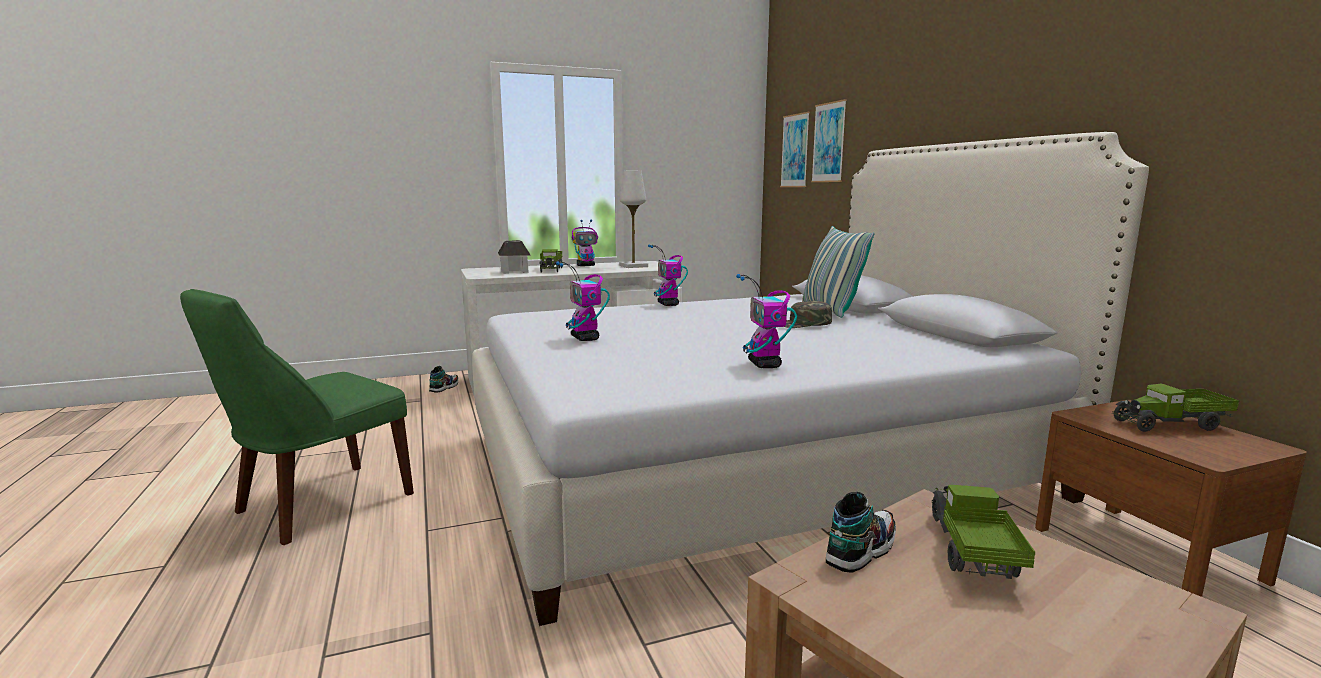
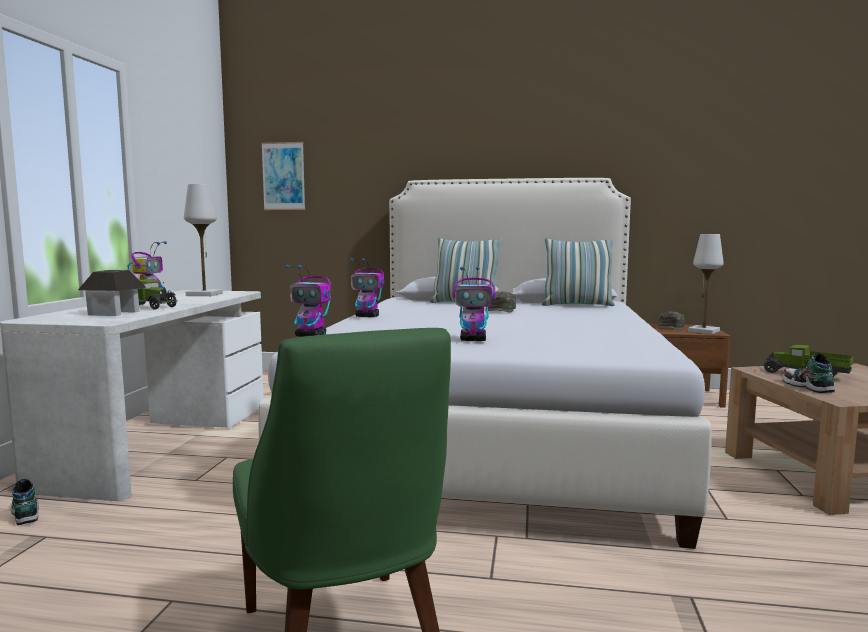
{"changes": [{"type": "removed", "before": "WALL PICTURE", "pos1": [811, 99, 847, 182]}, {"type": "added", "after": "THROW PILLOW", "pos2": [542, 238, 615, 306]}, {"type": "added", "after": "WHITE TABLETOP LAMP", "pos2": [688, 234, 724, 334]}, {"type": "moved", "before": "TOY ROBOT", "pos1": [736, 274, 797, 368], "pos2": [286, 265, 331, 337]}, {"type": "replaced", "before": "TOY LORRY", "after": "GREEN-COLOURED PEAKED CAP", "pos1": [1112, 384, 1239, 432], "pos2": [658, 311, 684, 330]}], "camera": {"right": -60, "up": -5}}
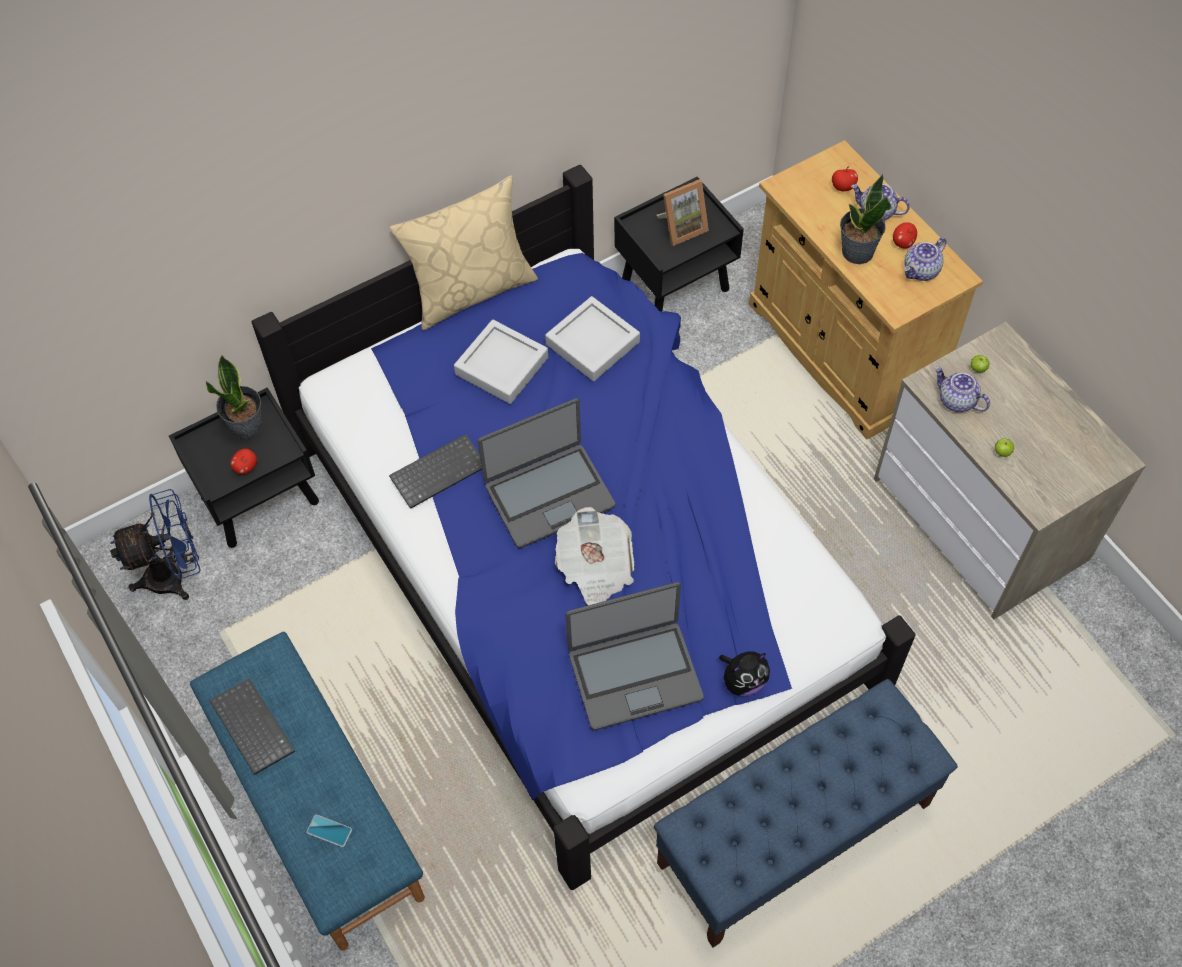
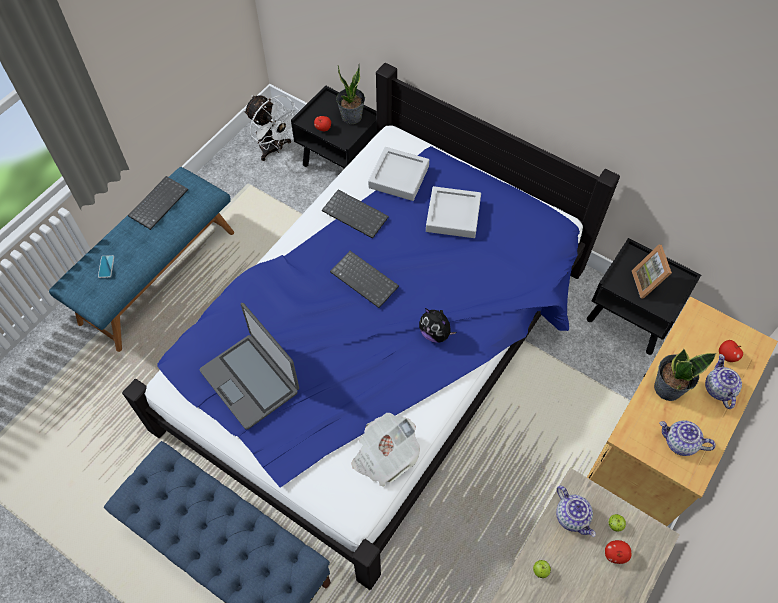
{"changes": [{"type": "removed", "before": "BEIGE THROW PILLOW", "pos1": [390, 176, 538, 330]}, {"type": "moved", "before": "GREYISH TRAY", "pos1": [545, 296, 640, 381], "pos2": [368, 147, 429, 201]}, {"type": "moved", "before": "NEWSPAPER", "pos1": [555, 507, 634, 605], "pos2": [351, 413, 420, 487]}, {"type": "moved", "before": "PLUSH TOY", "pos1": [719, 651, 770, 696], "pos2": [419, 308, 456, 343]}, {"type": "moved", "before": "APPLE", "pos1": [893, 223, 917, 249], "pos2": [605, 540, 631, 564]}, {"type": "replaced", "before": "LAPTOP", "after": "COMPUTER KEYBOARD", "pos1": [478, 398, 615, 548], "pos2": [330, 251, 399, 308]}, {"type": "recoloured", "before": "BLUE-COLOURED FAN", "after": "WHITE FAN", "pos1": [110, 489, 200, 600], "pos2": [244, 95, 300, 161]}, {"type": "turned", "before": "STANDING FRAME", "pos1": [657, 179, 709, 246], "pos2": [632, 245, 672, 299], "turn": 45}, {"type": "turned", "before": "TEA POT", "pos1": [934, 367, 990, 412], "pos2": [556, 486, 596, 537], "turn": 135}], "camera": {"right": 65, "up": 0}}
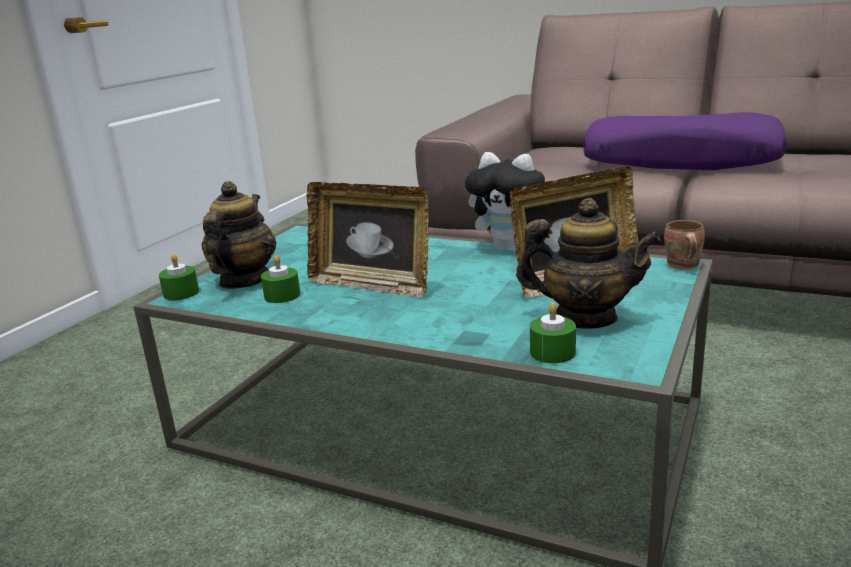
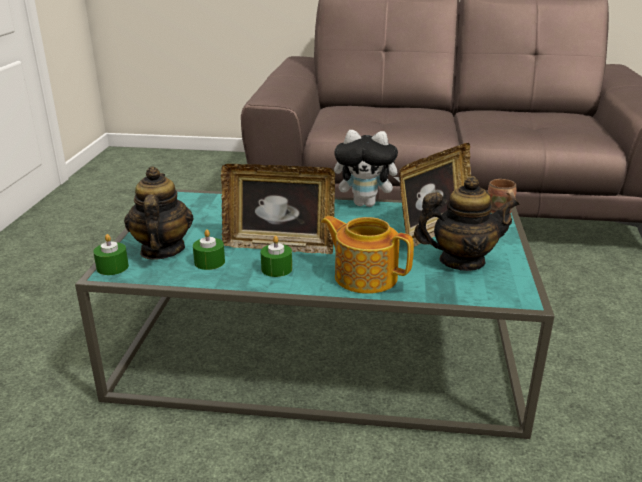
{"changes": [{"type": "removed", "before": "PURPLE THROW PILLOW", "pos1": [583, 112, 787, 170]}, {"type": "added", "after": "TEA POT", "pos2": [321, 216, 414, 294]}, {"type": "moved", "before": "GREEN-COLOURED WAX CANDLE", "pos1": [530, 303, 576, 363], "pos2": [261, 236, 292, 277]}], "camera": {"right": -20, "up": 5}}
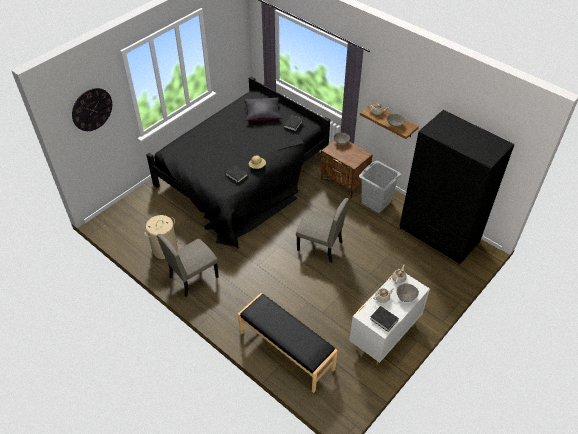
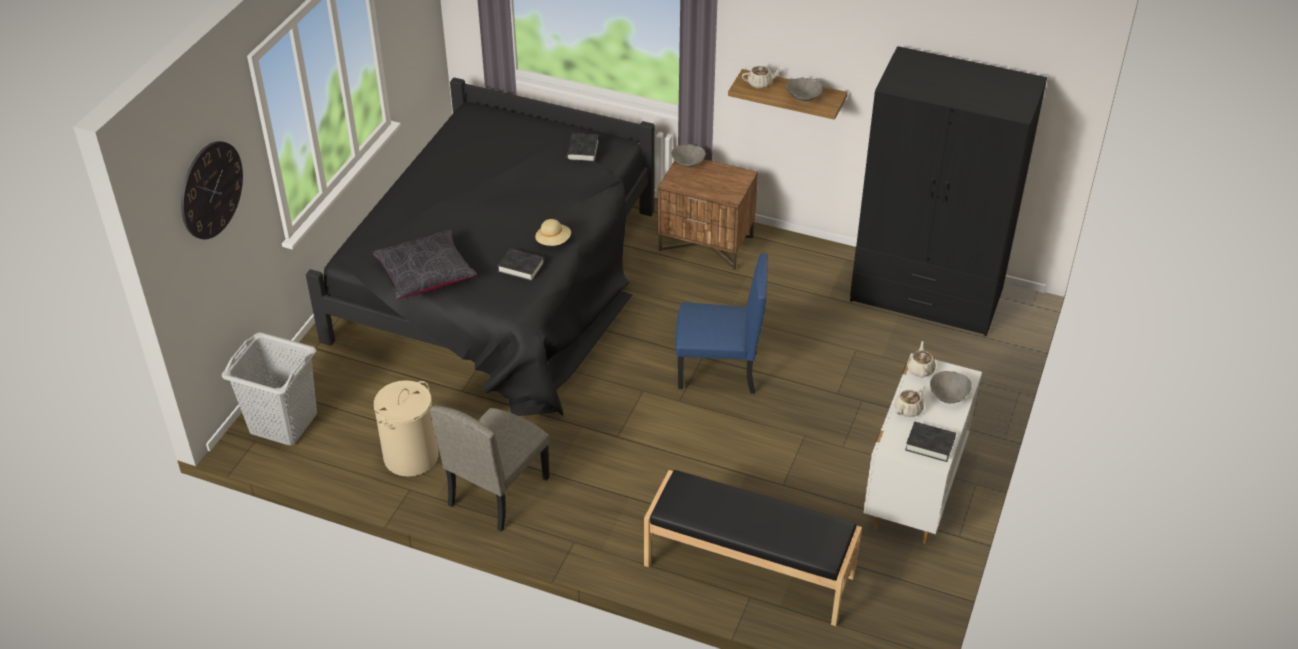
{"changes": [{"type": "moved", "before": "BLACK THROW PILLOW", "pos1": [244, 97, 282, 121], "pos2": [373, 229, 477, 299]}, {"type": "moved", "before": "GREYISH HAMPER", "pos1": [359, 161, 401, 213], "pos2": [222, 332, 317, 445]}, {"type": "recoloured", "before": "BEIGE PLAIN CHAIR", "after": "BLUE-COLOURED PLAIN CHAIR", "pos1": [296, 198, 349, 263], "pos2": [676, 253, 768, 394]}], "camera": {"right": -20, "up": -5}}
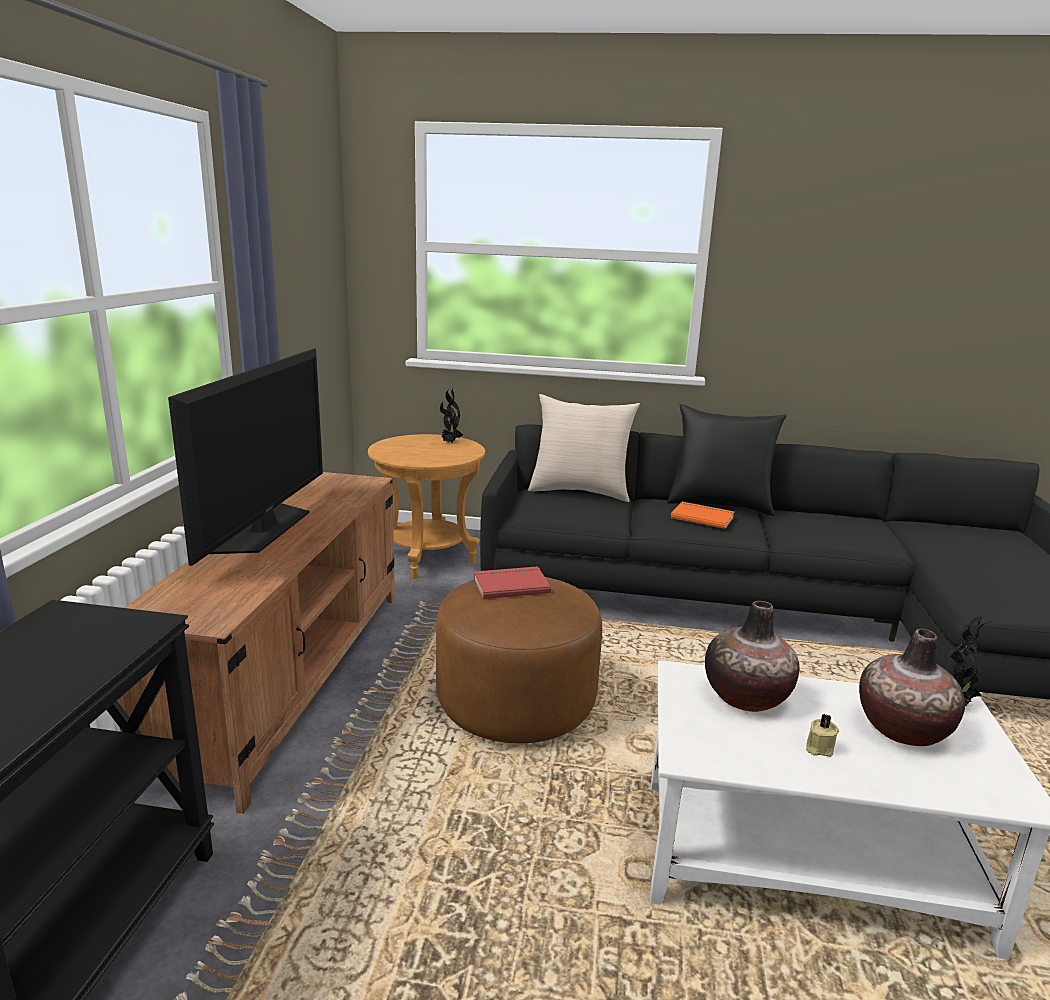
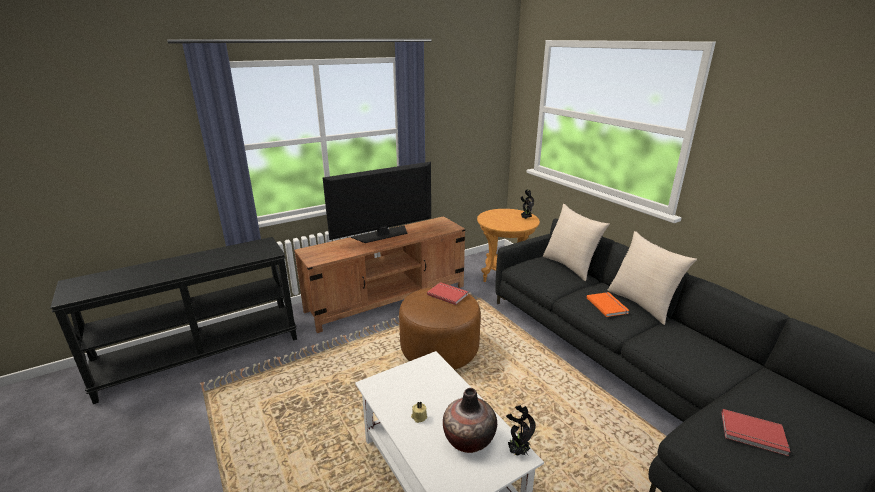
{"changes": [{"type": "removed", "before": "DECORATIVE VASE", "pos1": [705, 601, 800, 712]}, {"type": "added", "after": "REDDISH BOOK", "pos2": [721, 409, 790, 456]}, {"type": "recoloured", "before": "BLACK THROW PILLOW", "after": "BEIGE THROW PILLOW", "pos1": [667, 404, 787, 516], "pos2": [608, 231, 697, 325]}], "camera": {"right": 50, "up": 5}}
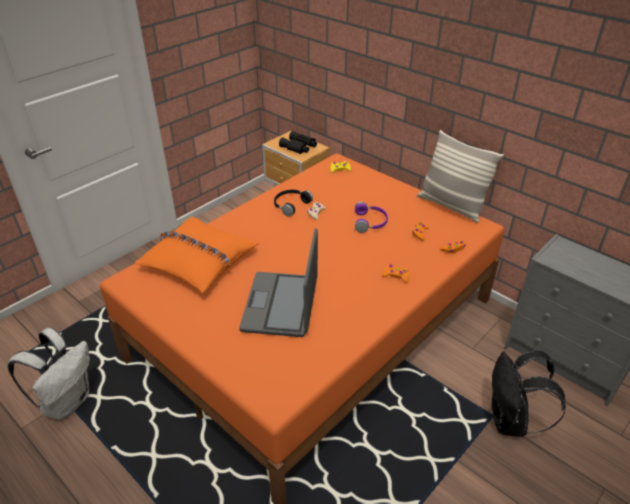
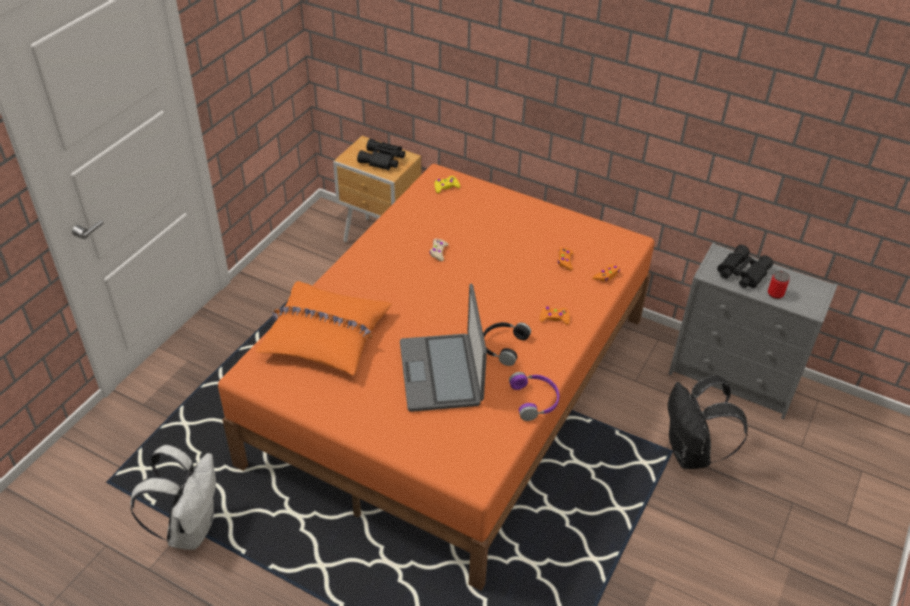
{"changes": [{"type": "removed", "before": "THROW PILLOW", "pos1": [417, 130, 504, 223]}, {"type": "added", "after": "BLACK PAIR OF BINOCULARS", "pos2": [717, 245, 773, 288]}, {"type": "added", "after": "CAN", "pos2": [768, 271, 790, 299]}, {"type": "moved", "before": "BLACK HEADSET", "pos1": [274, 190, 313, 217], "pos2": [483, 322, 531, 366]}, {"type": "moved", "before": "PURPLE HEADSET", "pos1": [355, 202, 388, 233], "pos2": [509, 372, 559, 421]}], "camera": {"right": -15, "up": 5}}
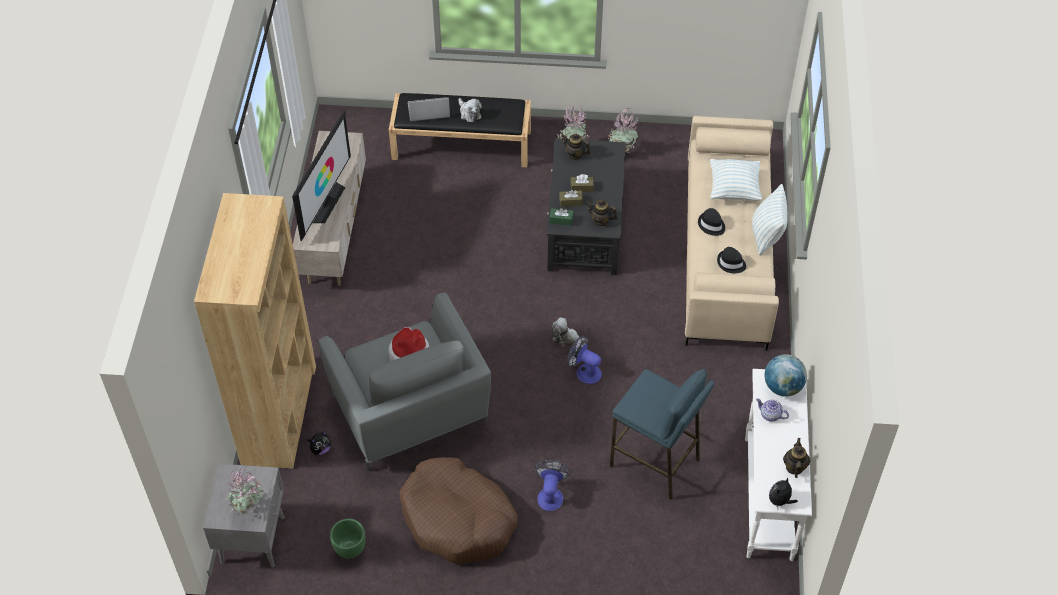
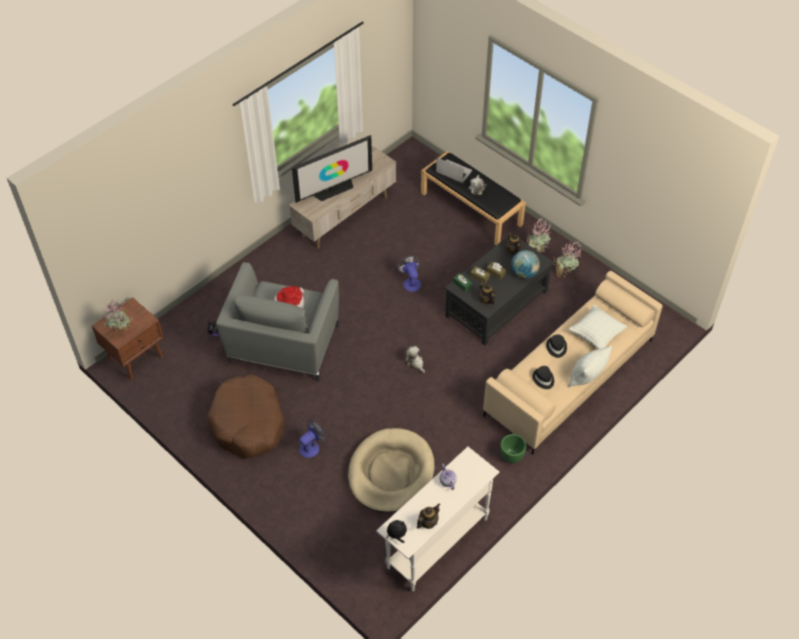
{"changes": [{"type": "removed", "before": "BROWN-COLOURED BOOKSHELF", "pos1": [194, 193, 316, 469]}, {"type": "moved", "before": "GREEN-COLOURED PLANTER", "pos1": [330, 519, 366, 558], "pos2": [500, 434, 526, 463]}, {"type": "moved", "before": "FAN", "pos1": [567, 336, 602, 384], "pos2": [397, 256, 421, 292]}, {"type": "moved", "before": "GLOBE", "pos1": [764, 354, 807, 396], "pos2": [511, 250, 540, 279]}, {"type": "replaced", "before": "BLUE-COLOURED STOOL SEAT", "after": "BEIGE PET BED", "pos1": [610, 369, 715, 500], "pos2": [348, 428, 435, 513]}, {"type": "recoloured", "before": "GREYISH NIGHT TABLE", "after": "BROWN-COLOURED NIGHT TABLE", "pos1": [203, 464, 284, 567], "pos2": [92, 297, 164, 380]}], "camera": {"right": 40, "up": 0}}
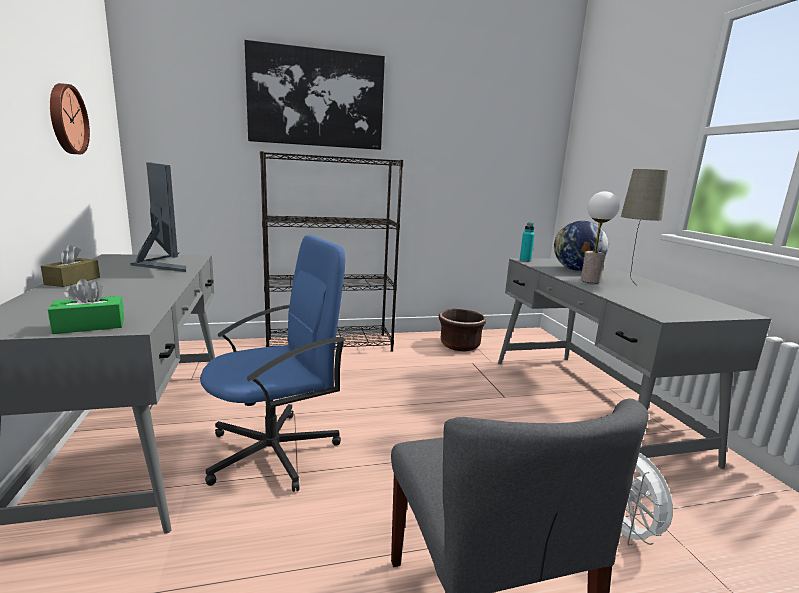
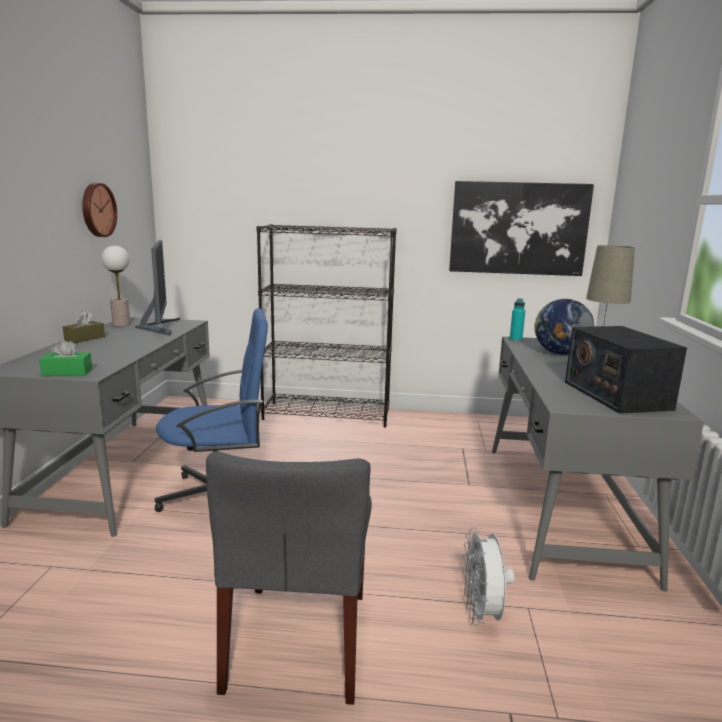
{"changes": [{"type": "removed", "before": "BROWN-COLOURED PLANTER", "pos1": [439, 309, 486, 351]}, {"type": "added", "after": "RADIO RECEIVER", "pos2": [565, 326, 687, 414]}, {"type": "moved", "before": "WALL PICTURE", "pos1": [244, 40, 385, 150], "pos2": [449, 181, 594, 276]}, {"type": "moved", "before": "TABLETOP LAMP", "pos1": [581, 191, 619, 283], "pos2": [101, 246, 130, 326]}], "camera": {"right": 20, "up": 0}}
